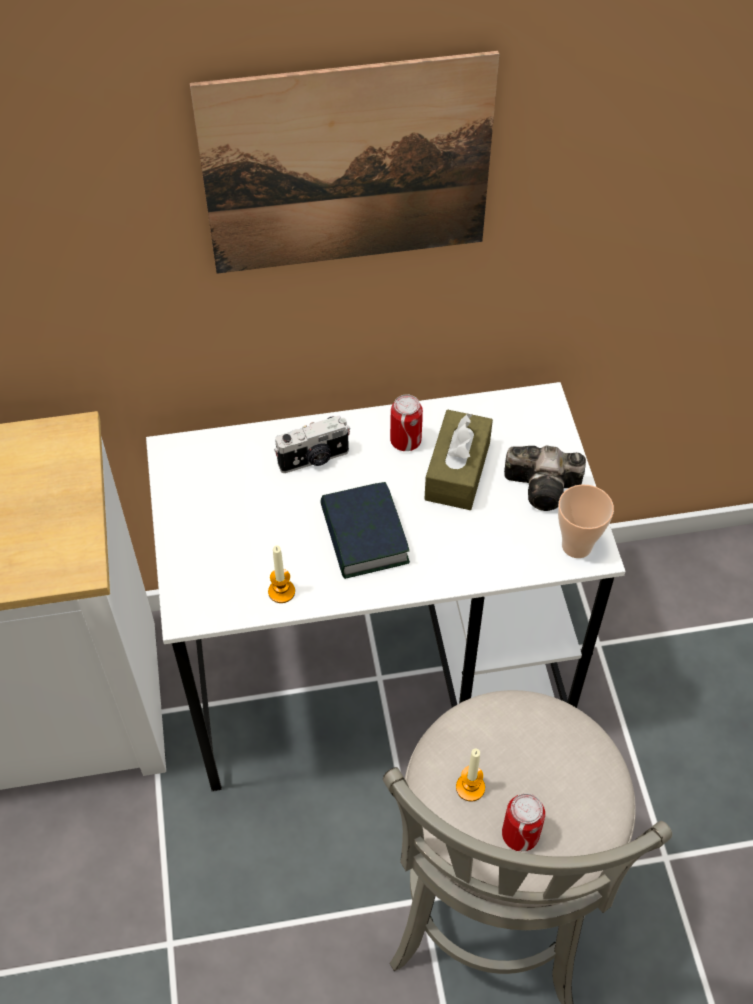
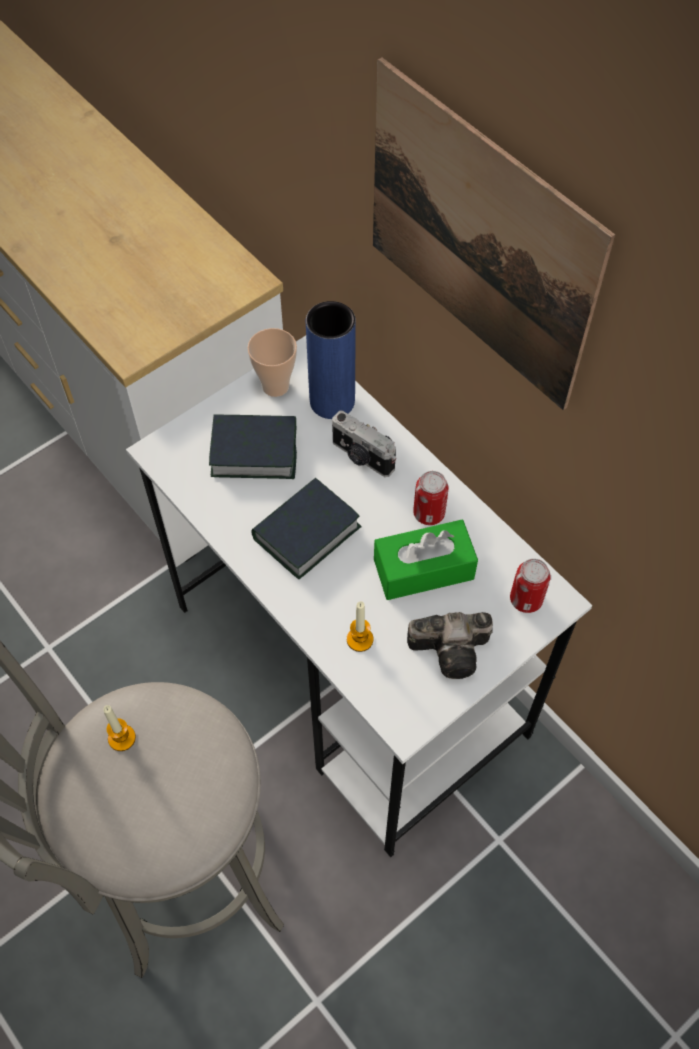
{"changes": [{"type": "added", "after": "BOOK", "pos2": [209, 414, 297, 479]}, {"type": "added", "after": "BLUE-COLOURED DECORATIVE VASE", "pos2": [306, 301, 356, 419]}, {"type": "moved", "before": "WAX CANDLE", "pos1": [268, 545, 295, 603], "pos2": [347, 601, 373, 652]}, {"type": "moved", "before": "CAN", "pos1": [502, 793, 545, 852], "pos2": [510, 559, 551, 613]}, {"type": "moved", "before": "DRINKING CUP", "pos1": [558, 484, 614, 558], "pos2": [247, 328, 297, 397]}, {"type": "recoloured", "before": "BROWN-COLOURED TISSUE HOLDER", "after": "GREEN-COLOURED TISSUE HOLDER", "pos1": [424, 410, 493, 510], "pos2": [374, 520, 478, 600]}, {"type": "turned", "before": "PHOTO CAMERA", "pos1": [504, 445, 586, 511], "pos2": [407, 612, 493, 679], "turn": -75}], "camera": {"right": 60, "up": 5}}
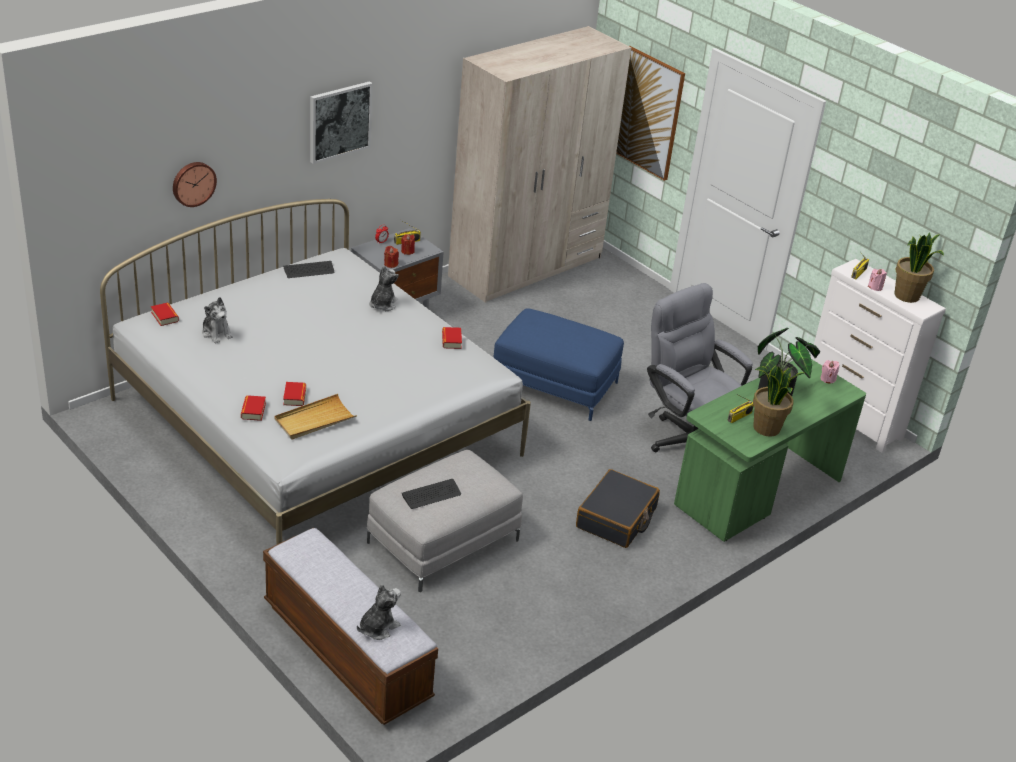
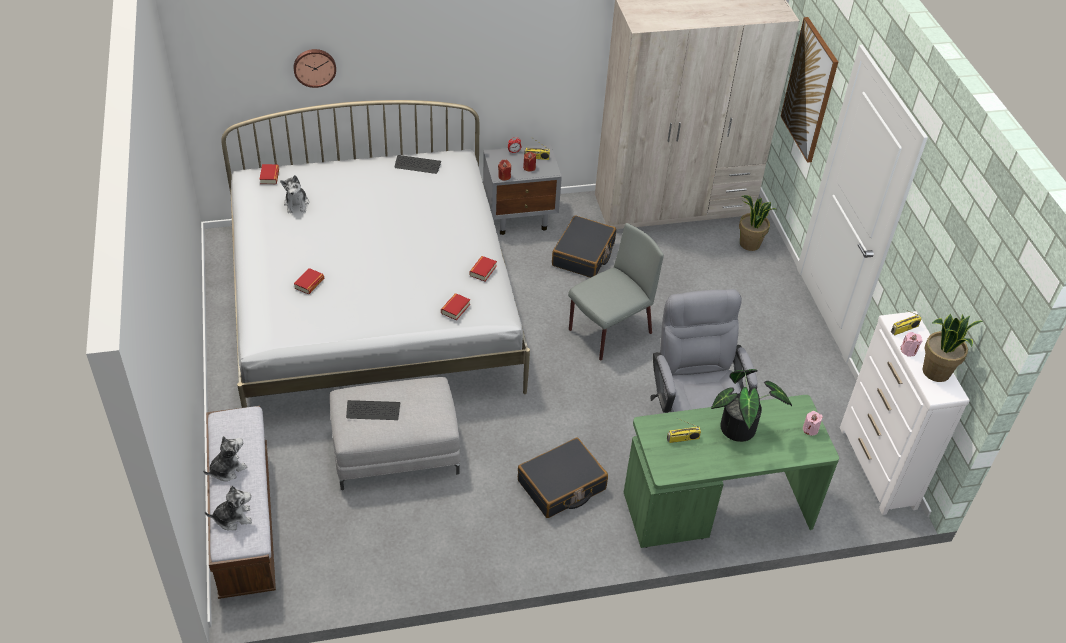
{"changes": [{"type": "removed", "before": "BEIGE TRAY", "pos1": [274, 394, 357, 440]}, {"type": "removed", "before": "WALL PICTURE", "pos1": [310, 81, 373, 164]}, {"type": "added", "after": "BLACK SUITCASE", "pos2": [552, 215, 616, 278]}, {"type": "moved", "before": "BOOK", "pos1": [241, 395, 266, 421], "pos2": [441, 293, 470, 320]}, {"type": "moved", "before": "PLUSH TOY", "pos1": [369, 266, 399, 311], "pos2": [203, 436, 247, 481]}, {"type": "moved", "before": "POTTED PLANT", "pos1": [753, 365, 804, 436], "pos2": [739, 195, 776, 251]}, {"type": "replaced", "before": "BLUE-COLOURED FOOTREST", "after": "GREYISH PLAIN CHAIR", "pos1": [494, 308, 624, 421], "pos2": [568, 223, 664, 361]}], "camera": {"right": 30, "up": 10}}
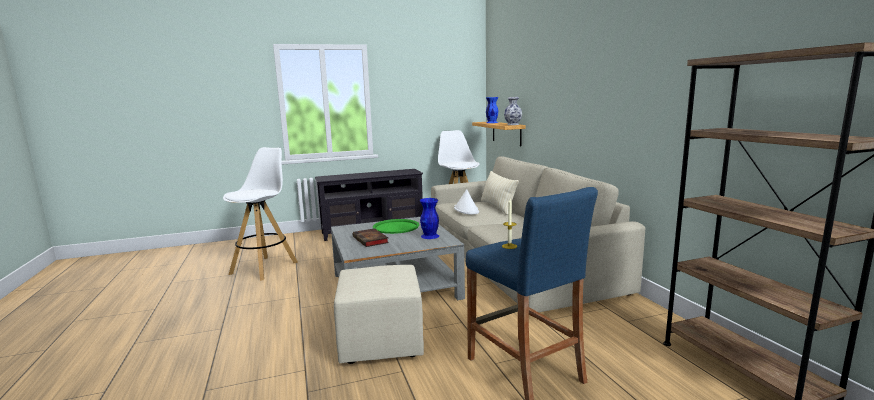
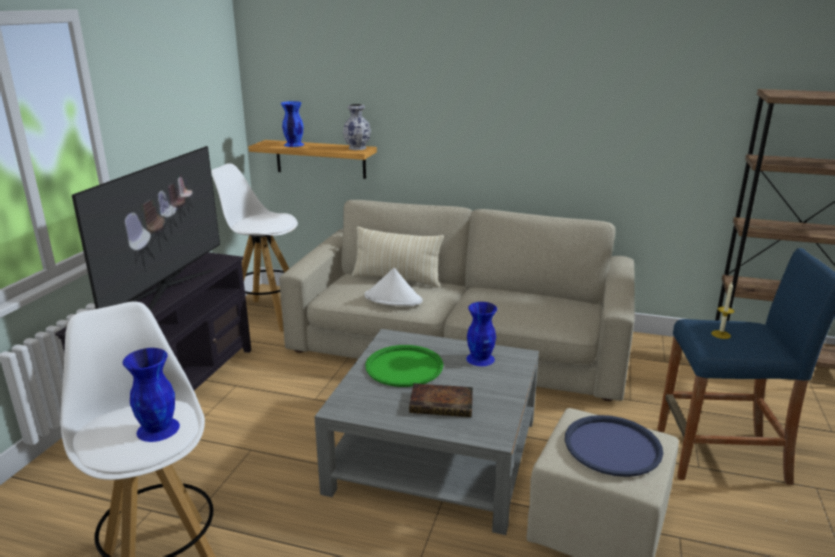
{"changes": [{"type": "added", "after": "TV", "pos2": [72, 146, 220, 311]}, {"type": "added", "after": "BLUE-COLOURED DECORATIVE VASE", "pos2": [123, 348, 180, 442]}, {"type": "added", "after": "BLUE-COLOURED TRAY", "pos2": [565, 415, 663, 477]}], "camera": {"right": -55, "up": 10}}
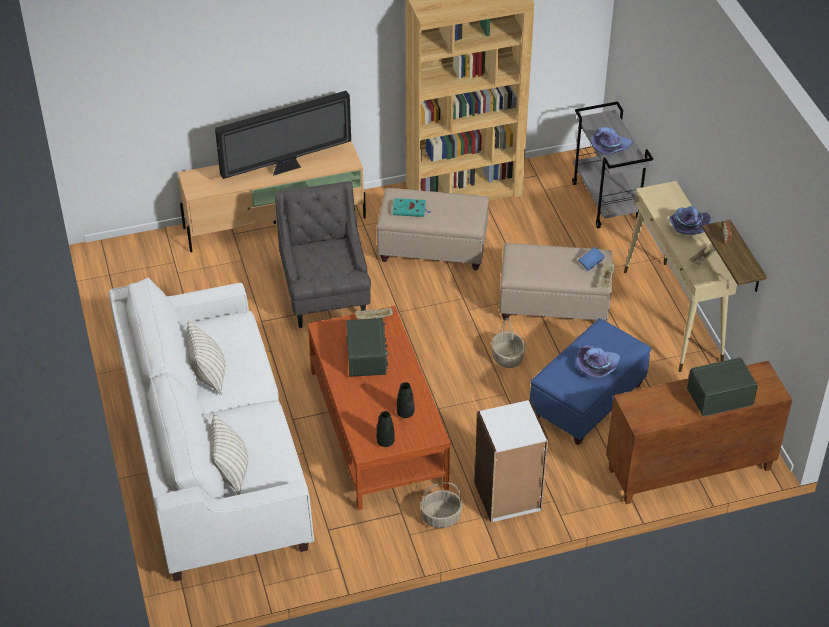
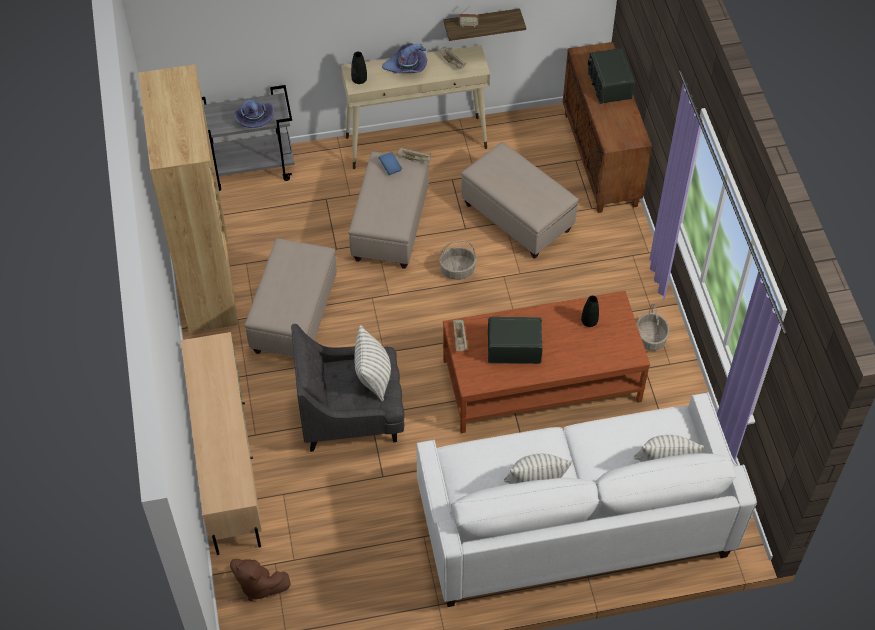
{"changes": [{"type": "removed", "before": "TV", "pos1": [215, 91, 351, 179]}, {"type": "removed", "before": "TURQUOISE-COLOURED BOOK", "pos1": [392, 198, 431, 217]}, {"type": "removed", "before": "WHITE BOOKSHELF", "pos1": [475, 400, 549, 523]}, {"type": "removed", "before": "PURPLE CLOTHING HAT", "pos1": [576, 346, 620, 379]}, {"type": "added", "after": "BROWN-COLOURED PLUSH TOY", "pos2": [230, 559, 291, 601]}, {"type": "added", "after": "THROW PILLOW", "pos2": [355, 325, 391, 402]}, {"type": "moved", "before": "BLACK DECORATIVE VASE", "pos1": [376, 411, 395, 447], "pos2": [351, 52, 367, 84]}, {"type": "recoloured", "before": "BLUE-COLOURED FOOTREST", "after": "BEIGE FOOTREST", "pos1": [530, 318, 652, 445], "pos2": [461, 142, 579, 258]}], "camera": {"right": -85, "up": 10}}
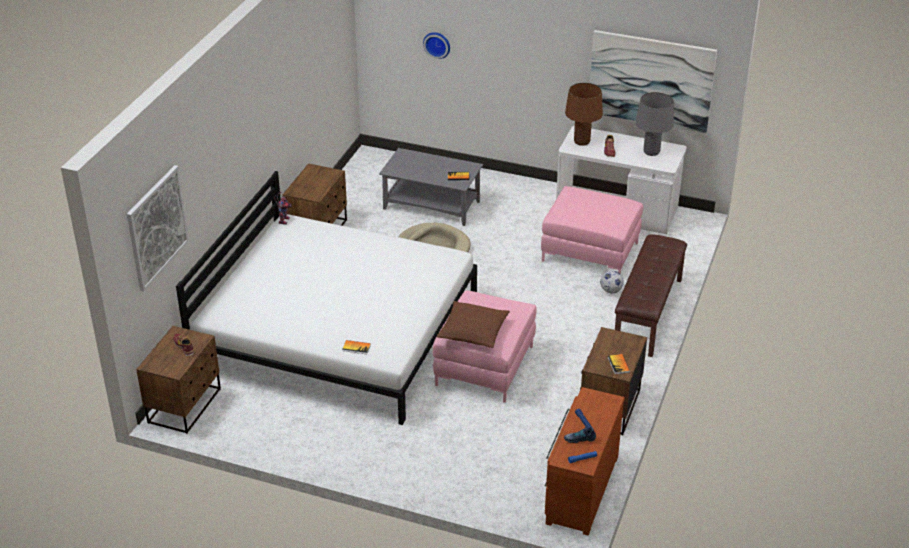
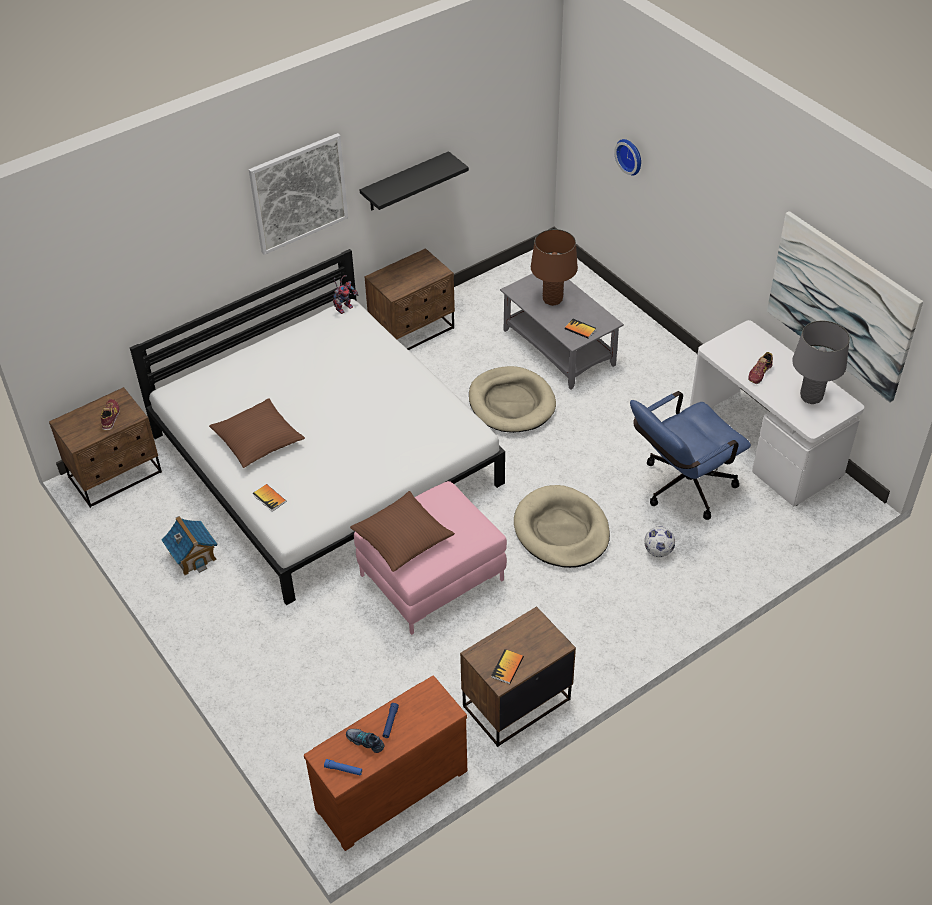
{"changes": [{"type": "removed", "before": "BROWN-COLOURED LONG SEAT", "pos1": [615, 235, 687, 357]}, {"type": "added", "after": "MODEL HOUSE", "pos2": [162, 516, 218, 575]}, {"type": "added", "after": "BROWN-COLOURED THROW PILLOW", "pos2": [209, 398, 305, 468]}, {"type": "added", "after": "BLACK SHELF", "pos2": [360, 151, 469, 211]}, {"type": "added", "after": "BEIGE PET BED", "pos2": [514, 485, 610, 568]}, {"type": "moved", "before": "WALL PICTURE", "pos1": [127, 165, 189, 291], "pos2": [249, 133, 348, 255]}, {"type": "moved", "before": "BROWN-COLOURED TABLETOP LAMP", "pos1": [565, 82, 603, 146], "pos2": [531, 229, 578, 306]}, {"type": "replaced", "before": "PINKISH FOOTREST", "after": "BLUE-COLOURED DESK CHAIR", "pos1": [541, 186, 643, 274], "pos2": [630, 391, 751, 520]}], "camera": {"right": 35, "up": 10}}
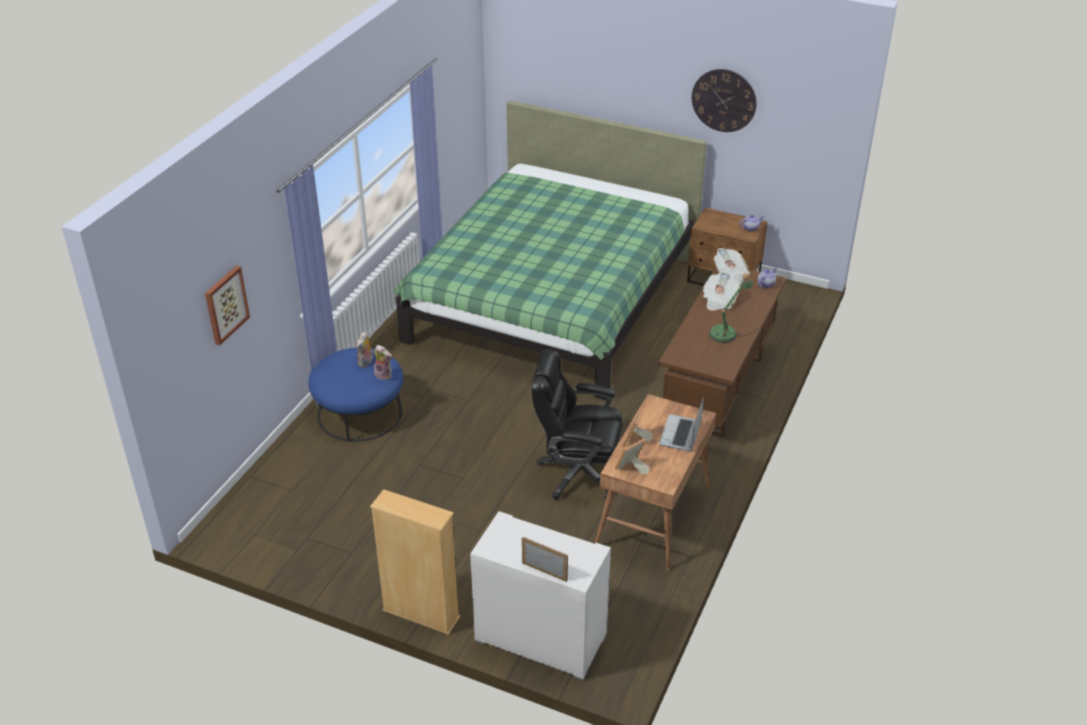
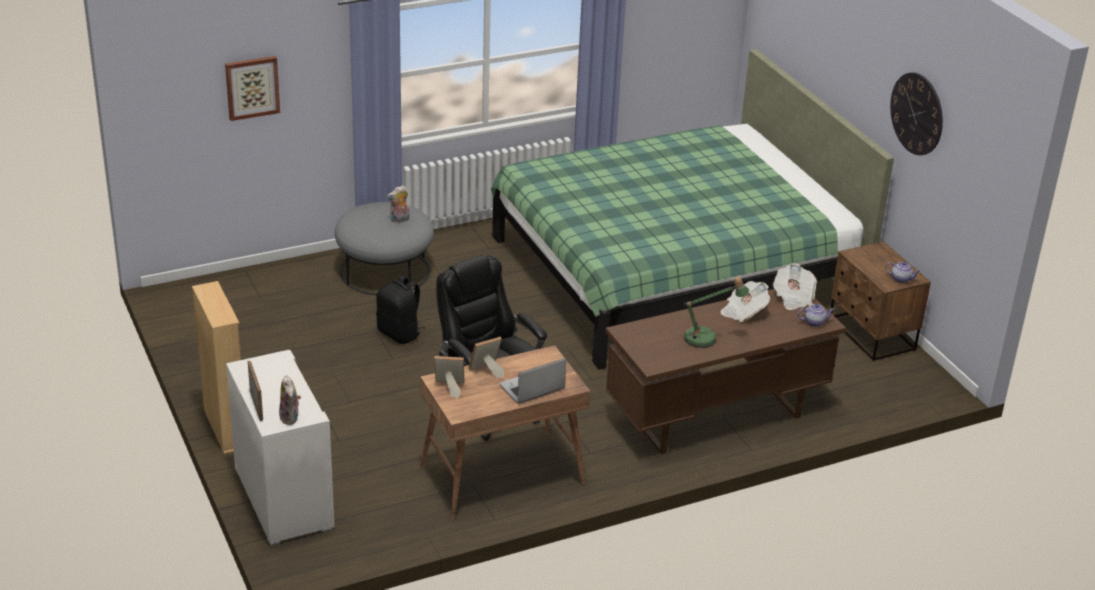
{"changes": [{"type": "added", "after": "BLACK KNAPSACK", "pos2": [376, 275, 425, 344]}, {"type": "moved", "before": "PLUSH TOY", "pos1": [374, 345, 392, 381], "pos2": [279, 375, 301, 425]}, {"type": "recoloured", "before": "BLUE-COLOURED FOOTREST", "after": "GREYISH FOOTREST", "pos1": [308, 348, 403, 442], "pos2": [335, 202, 434, 295]}], "camera": {"right": 40, "up": -5}}
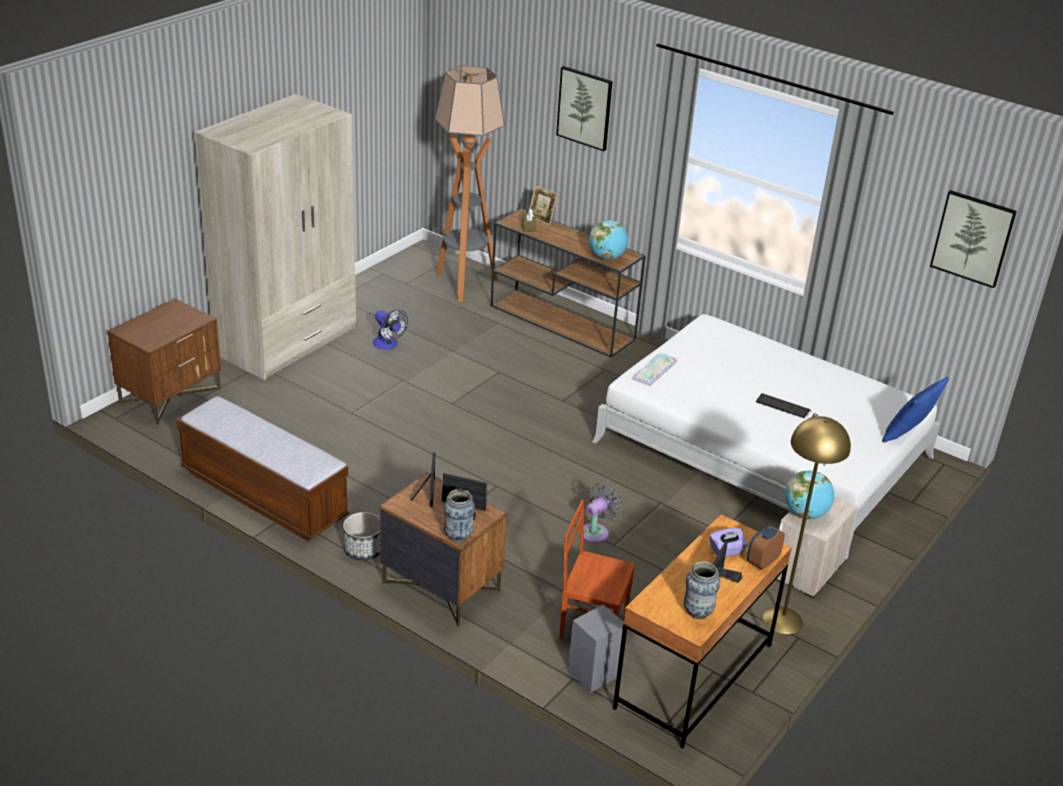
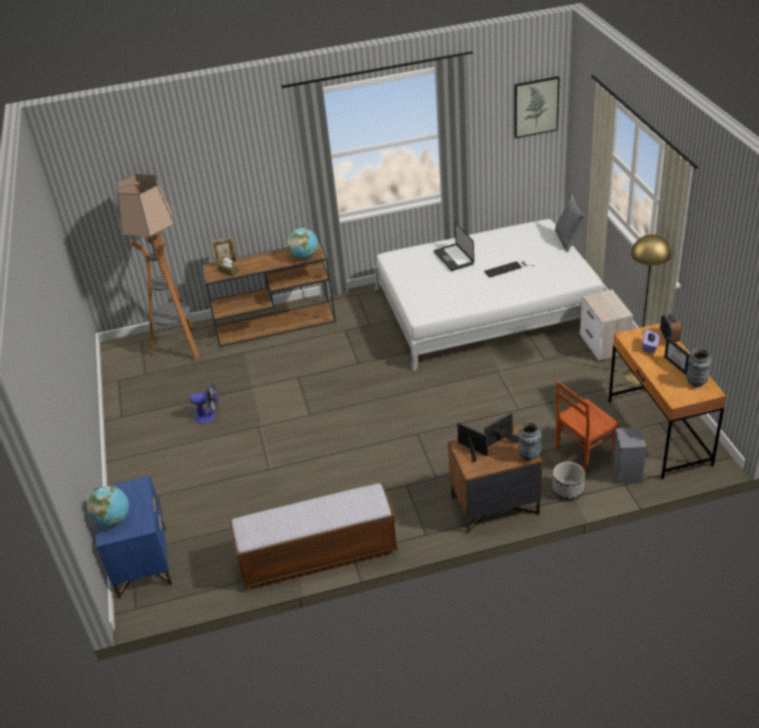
{"changes": [{"type": "removed", "before": "BEIGE ARMOIRE", "pos1": [194, 94, 356, 380]}, {"type": "removed", "before": "WALL PICTURE", "pos1": [556, 66, 613, 151]}, {"type": "removed", "before": "GREYISH FAN", "pos1": [584, 483, 622, 543]}, {"type": "removed", "before": "COMPUTER KEYBOARD", "pos1": [632, 353, 677, 386]}, {"type": "added", "after": "LAPTOP", "pos2": [434, 223, 474, 271]}, {"type": "moved", "before": "PLANTER", "pos1": [343, 512, 380, 560], "pos2": [552, 462, 585, 500]}, {"type": "moved", "before": "GLOBE", "pos1": [785, 471, 834, 519], "pos2": [87, 486, 129, 527]}, {"type": "recoloured", "before": "BROWN-COLOURED NIGHT TABLE", "after": "BLUE-COLOURED NIGHT TABLE", "pos1": [107, 298, 221, 425], "pos2": [94, 476, 172, 599]}, {"type": "recoloured", "before": "BLUE-COLOURED THROW PILLOW", "after": "GREYISH THROW PILLOW", "pos1": [882, 377, 949, 443], "pos2": [555, 194, 585, 252]}], "camera": {"right": -45, "up": 5}}
